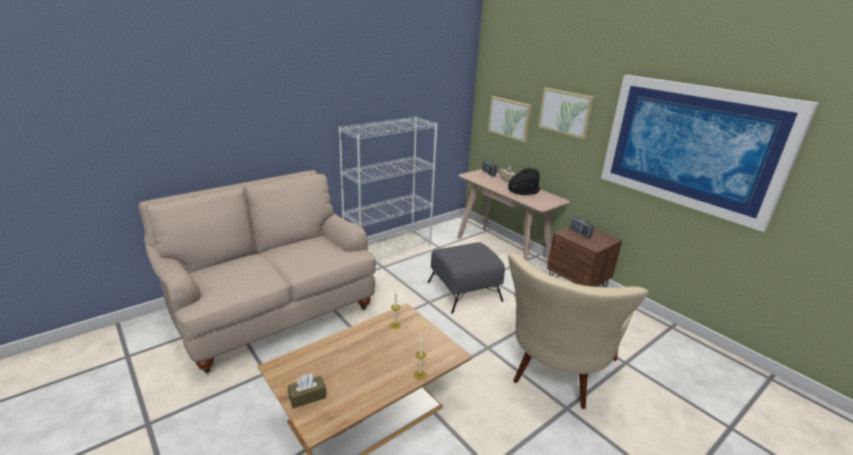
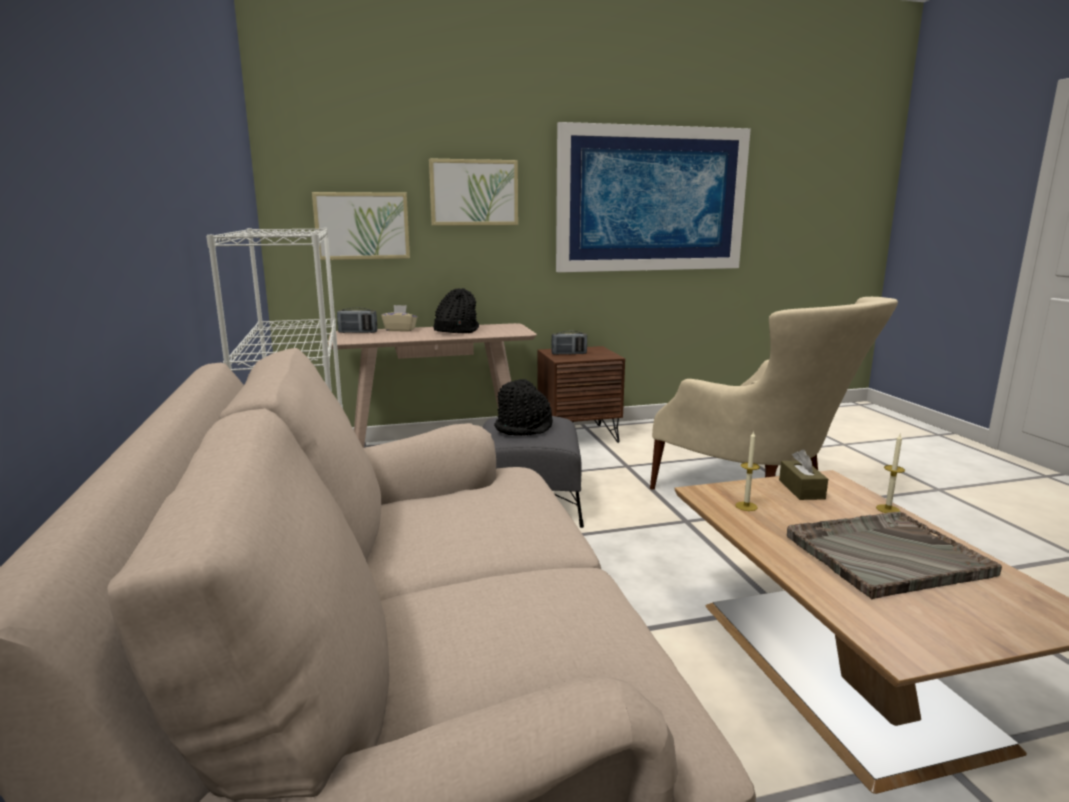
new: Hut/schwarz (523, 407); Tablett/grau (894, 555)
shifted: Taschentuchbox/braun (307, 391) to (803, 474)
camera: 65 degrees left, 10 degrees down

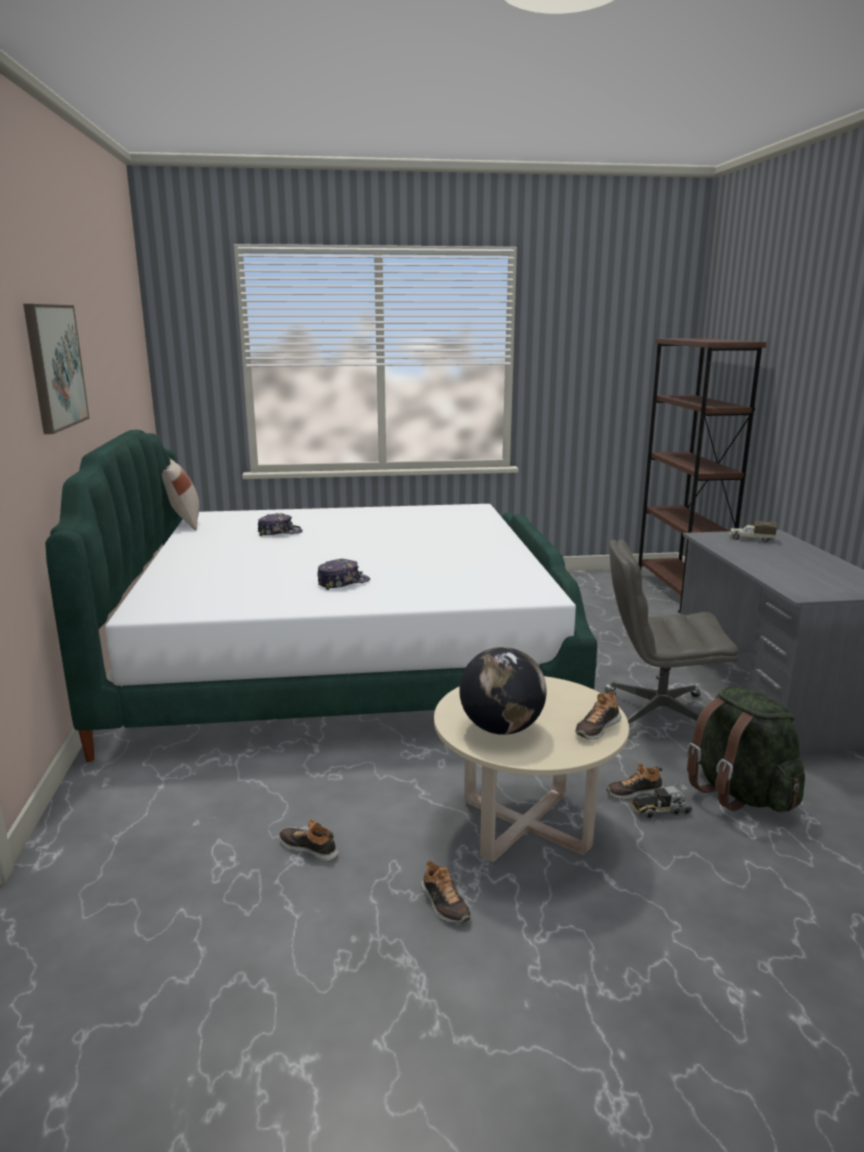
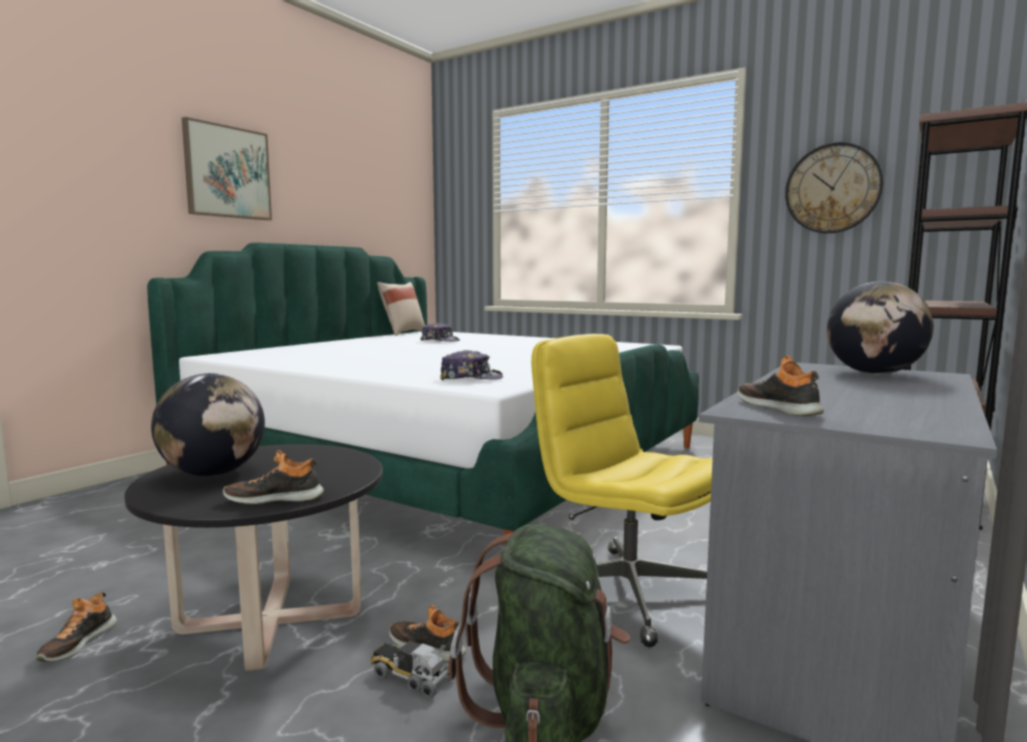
new: Wanduhr (834, 188)
shifted: Schuh (309, 840) to (780, 385); Kappe (343, 574) to (471, 365)
swapped: Spielzeuglaster (753, 531) to Globus (880, 327)
repainted: Couchtisch/beige (531, 769) to Couchtisch/schwarz (253, 557); Bürostuhl/grau (672, 631) to Bürostuhl/gelb (622, 490)
camera: 40 degrees right, 10 degrees down

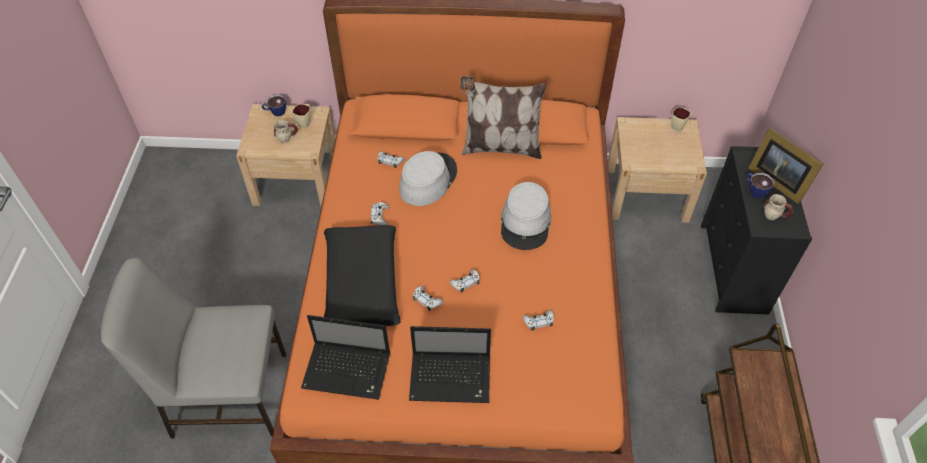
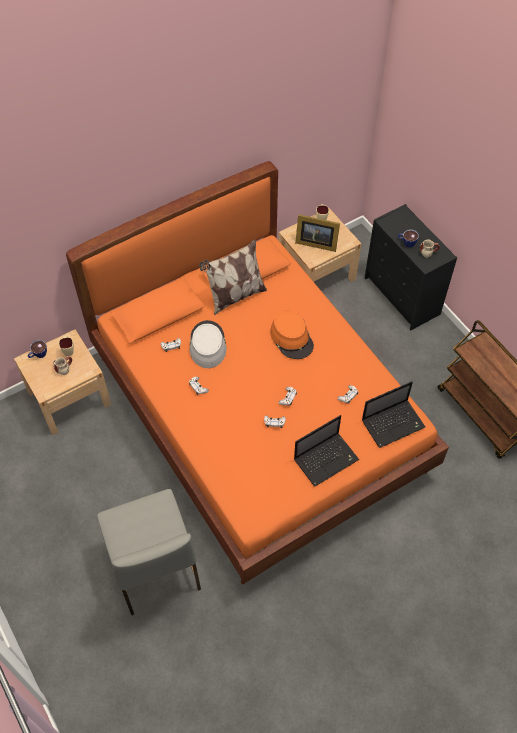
gone: Kissen/schwarz (362, 275)
shifted: Laptop (345, 357) to (393, 414); Bilderrahmen (785, 166) to (317, 233)
repainted: Hut/grau (526, 216) to Hut/orange (292, 334)
rotated: Stuhl/grau (193, 348) = (149, 552) 75 degrees counterclockwise
camera: 35 degrees left, 5 degrees up

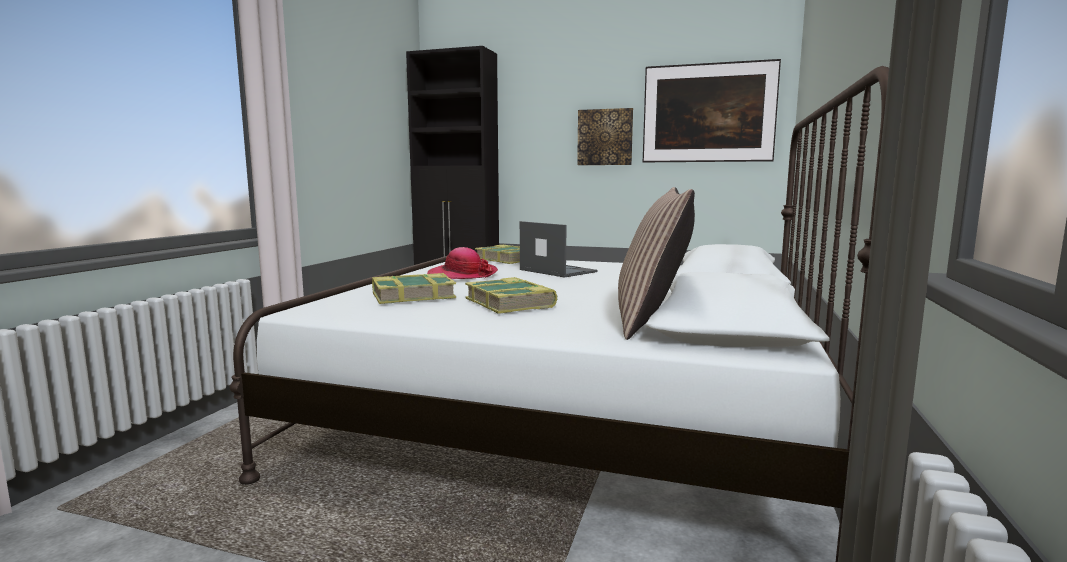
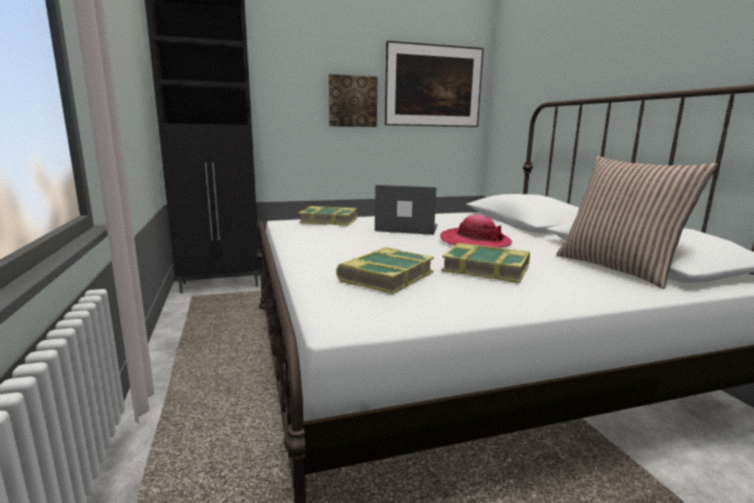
shifted: Hut (462, 263) to (476, 231)
camera: 35 degrees left, 5 degrees up

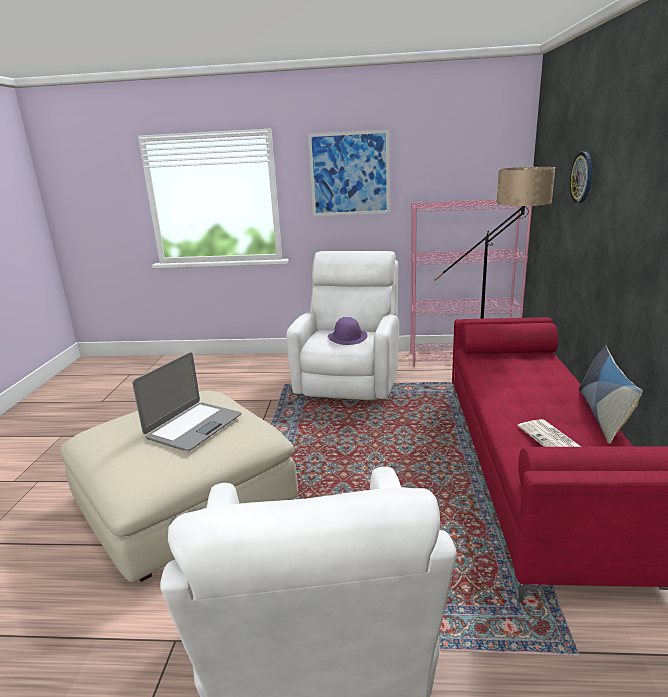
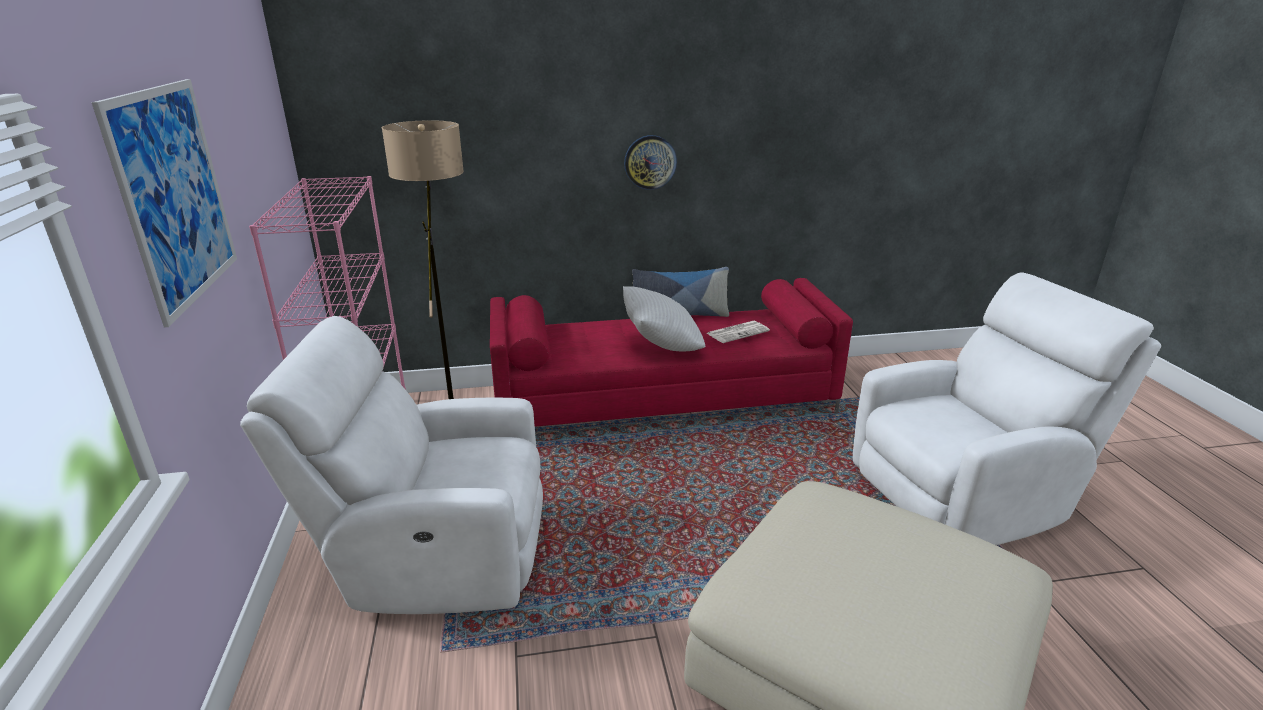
gone: Laptop (187, 401); Hut/lila (348, 331)
new: Kissen/weiß (664, 319)
shifted: Wanduhr (581, 177) to (650, 162)
camera: 105 degrees left, 5 degrees up

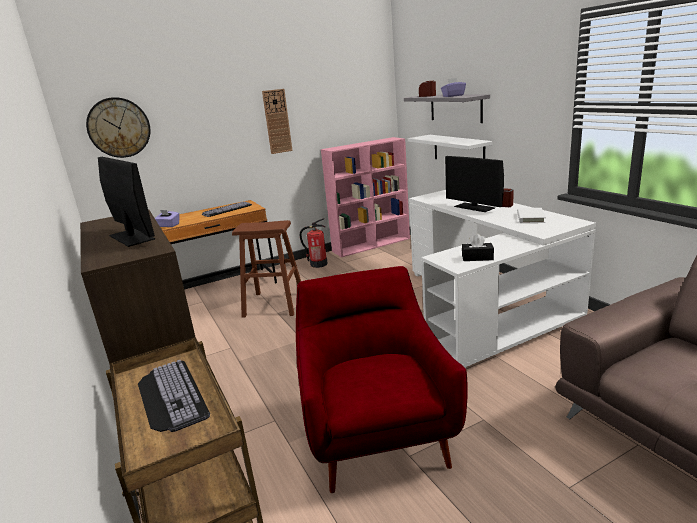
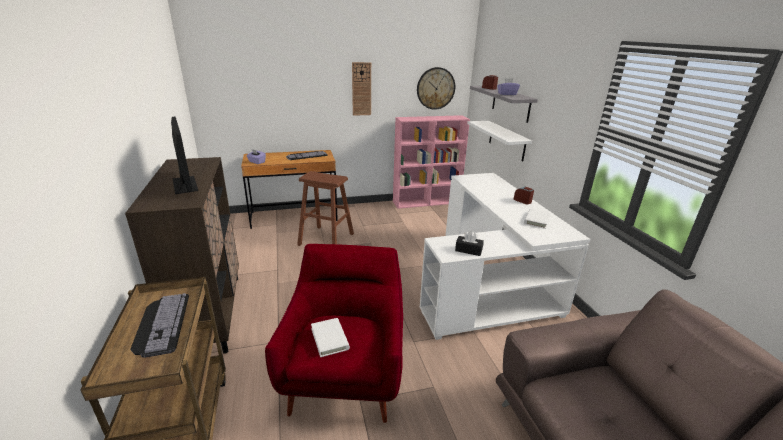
gone: Feuerlöscher (314, 243); Monitor (474, 184)
new: Buch/weiß (330, 337)
shifted: Wanduhr (118, 127) to (436, 88)
camera: 10 degrees right, 5 degrees up

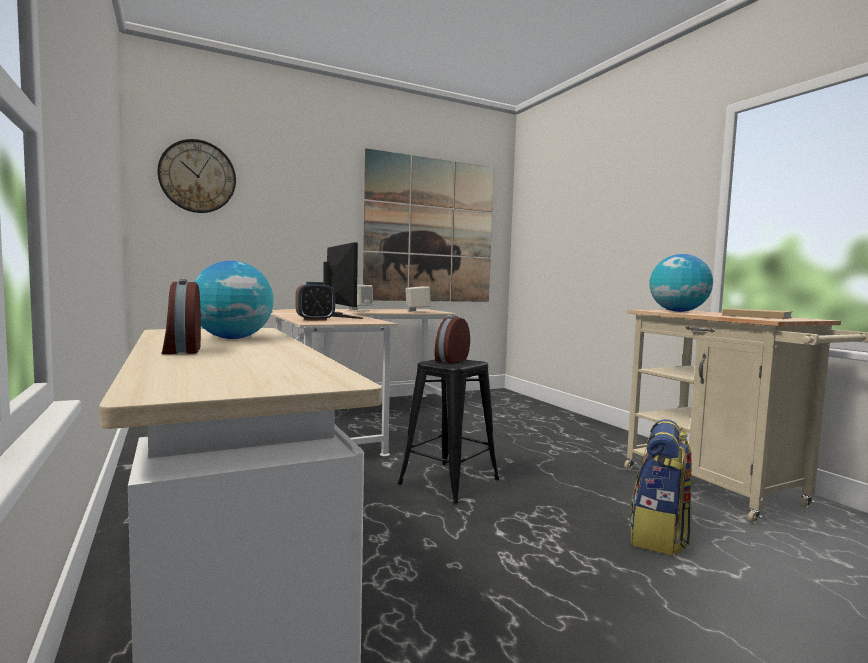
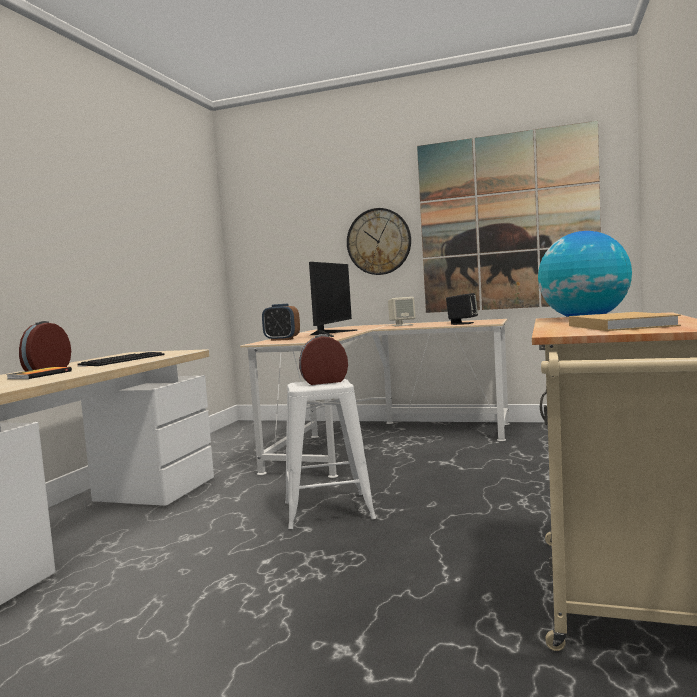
gone: Rucksack (660, 487)
new: Buch (39, 373)
shifted: Wanduhr (196, 176) to (379, 241)
swapped: Globus (234, 300) to Tastatur (121, 359)
repainted: Hocker/schwarz (448, 431) to Hocker/weiß (330, 454); Lautsprecher/beige (418, 299) to Lautsprecher/schwarz (462, 309)
camera: 45 degrees right, 0 degrees up

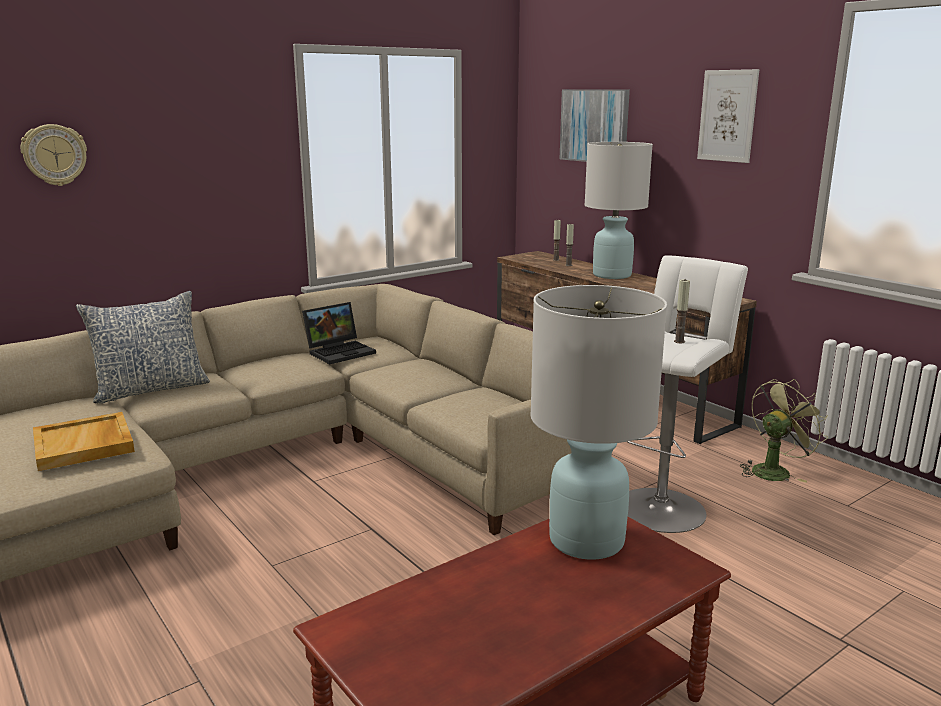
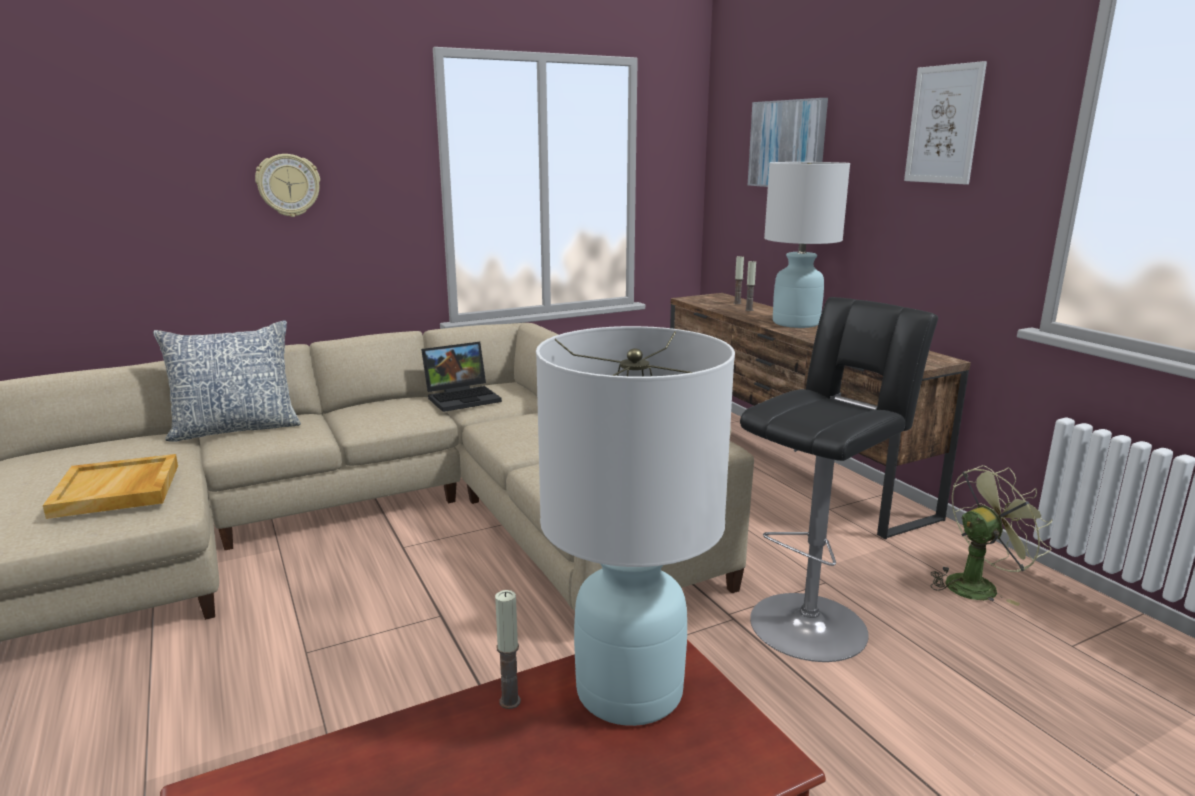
shifted: Wanduhr (54, 155) to (287, 185); Kerze (682, 311) to (508, 649)
repainted: Hocker/weiß (688, 394) to Hocker/schwarz (839, 479)
camera: 10 degrees right, 0 degrees up

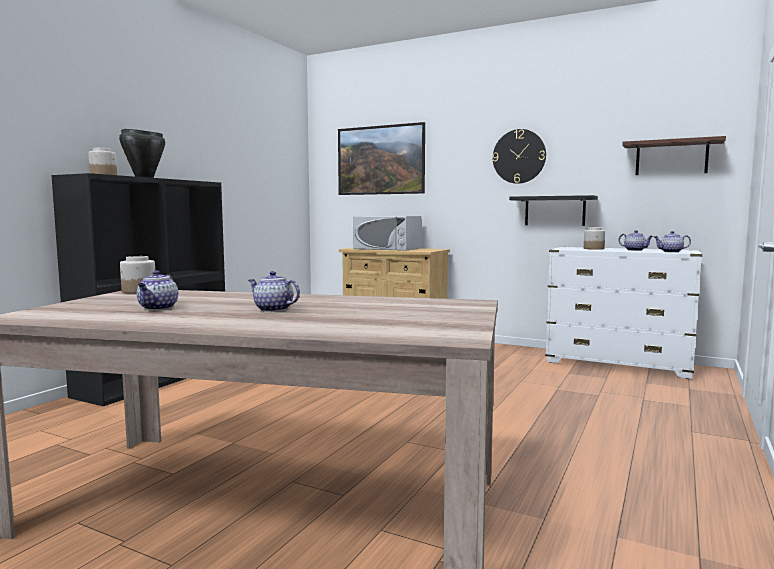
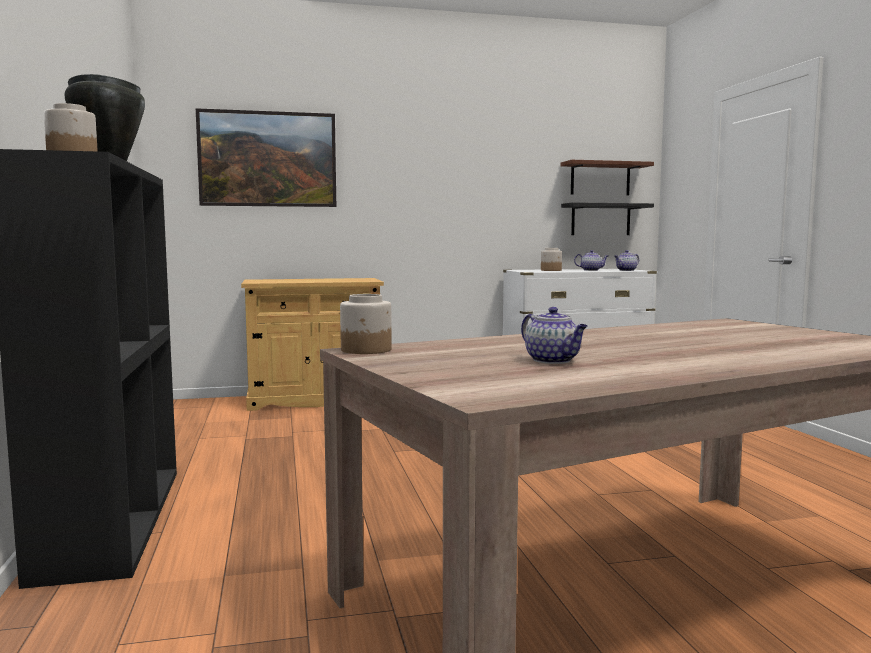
gone: Teekanne (274, 291); Mikrowelle/weiß (387, 233); Wanduhr (519, 156)
shifted: Wandregal/schwarz (553, 210) to (607, 218)
camera: 40 degrees left, 0 degrees up

